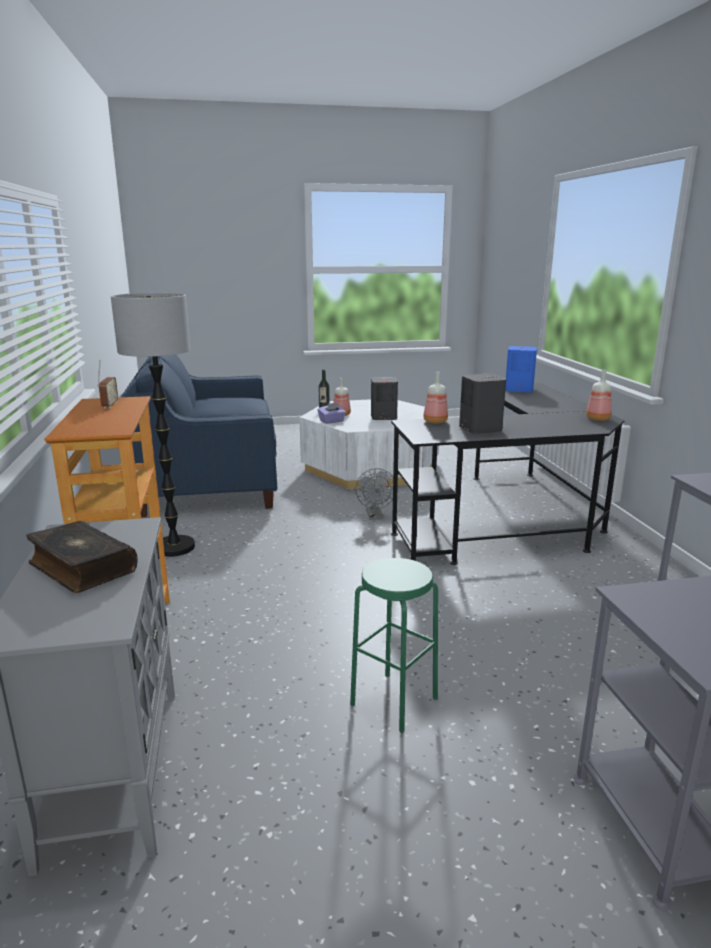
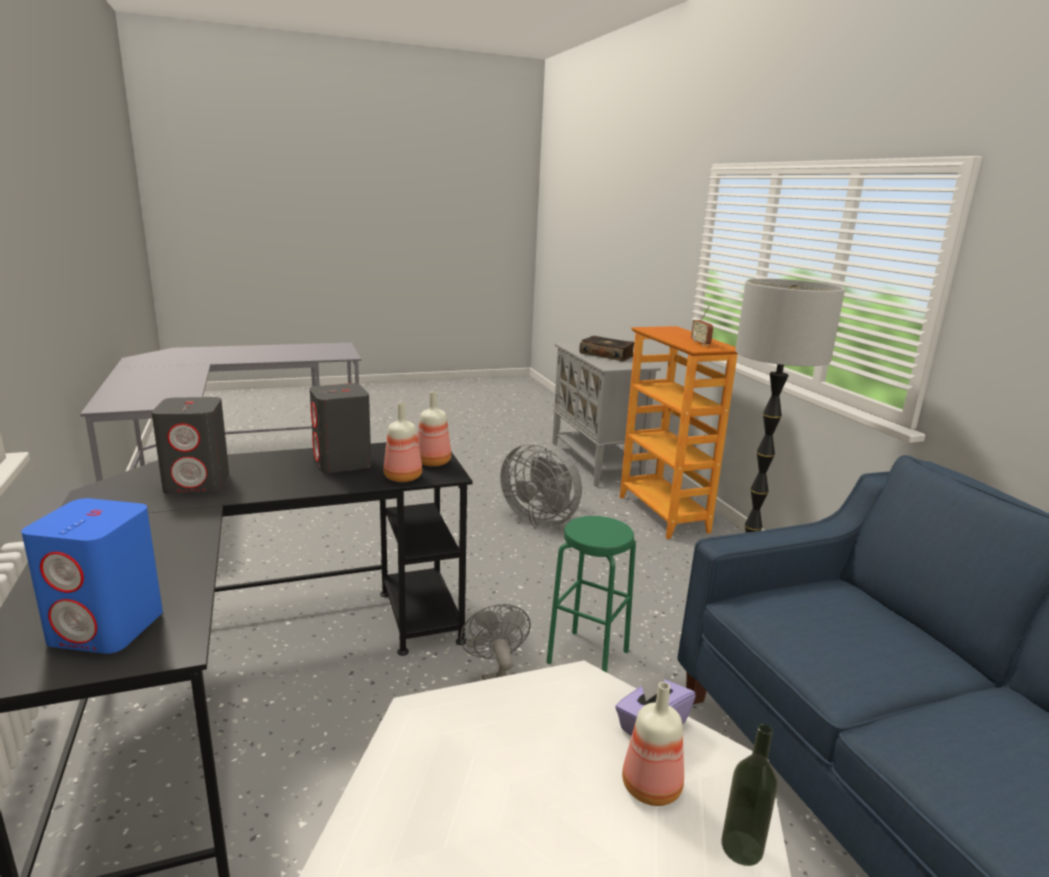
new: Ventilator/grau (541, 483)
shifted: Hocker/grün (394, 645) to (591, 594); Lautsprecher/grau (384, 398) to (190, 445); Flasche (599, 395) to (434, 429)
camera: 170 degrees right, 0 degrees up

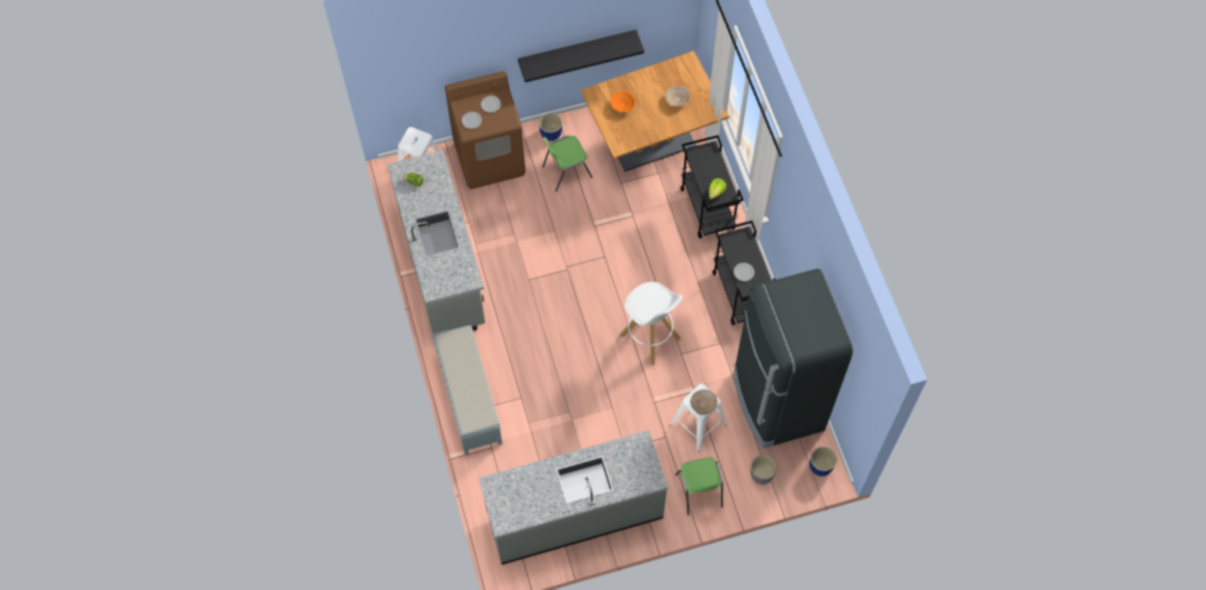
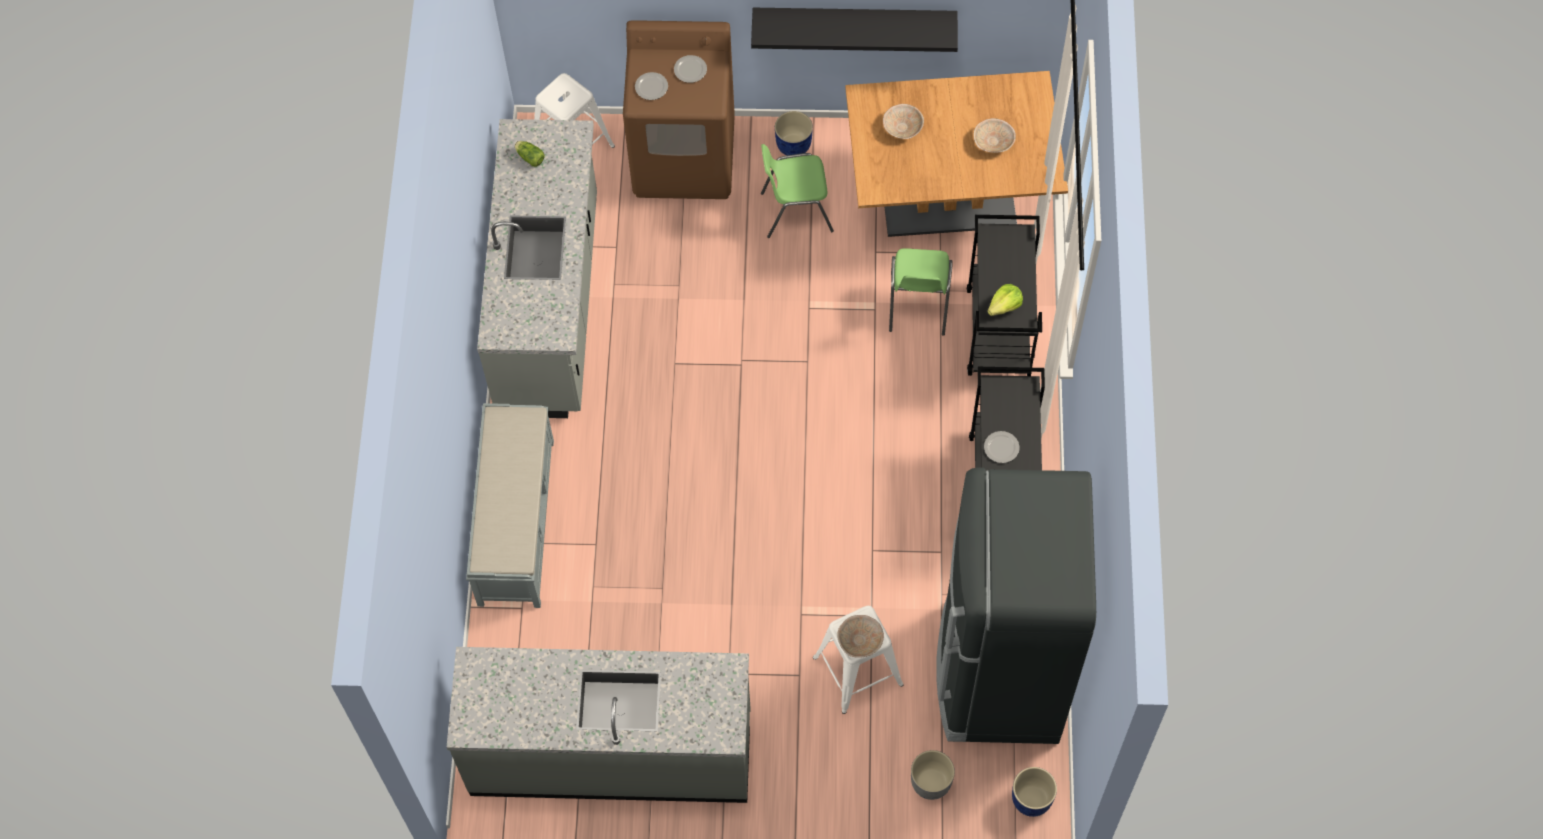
gone: Hocker/weiß (651, 323)
shifted: Stuhl/grün (699, 486) to (921, 292)
repainted: Schüssel/orange (622, 101) to Schüssel/beige (903, 121)
camera: 20 degrees right, 0 degrees up

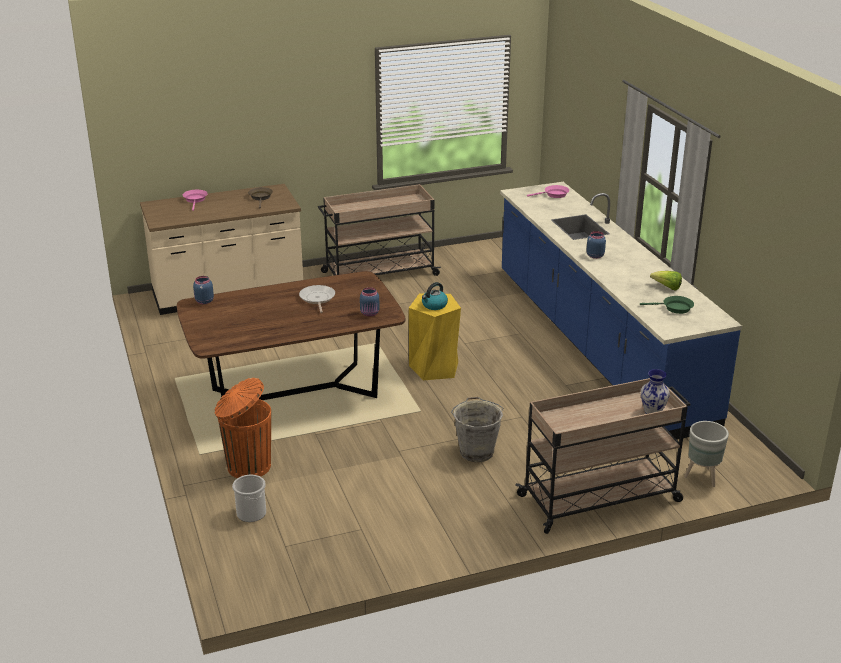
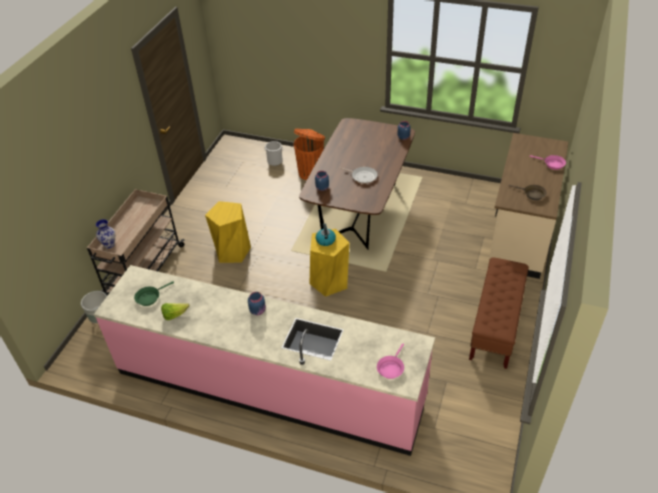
swapped: Rollwagen/beige (379, 230) to Bank/braun (499, 313); Eimer/grau (477, 429) to Hocker/gelb (228, 232)
repainted: Küchenzeile/blau (621, 311) to Küchenzeile/rosa (264, 360)
camera: 130 degrees right, 15 degrees up

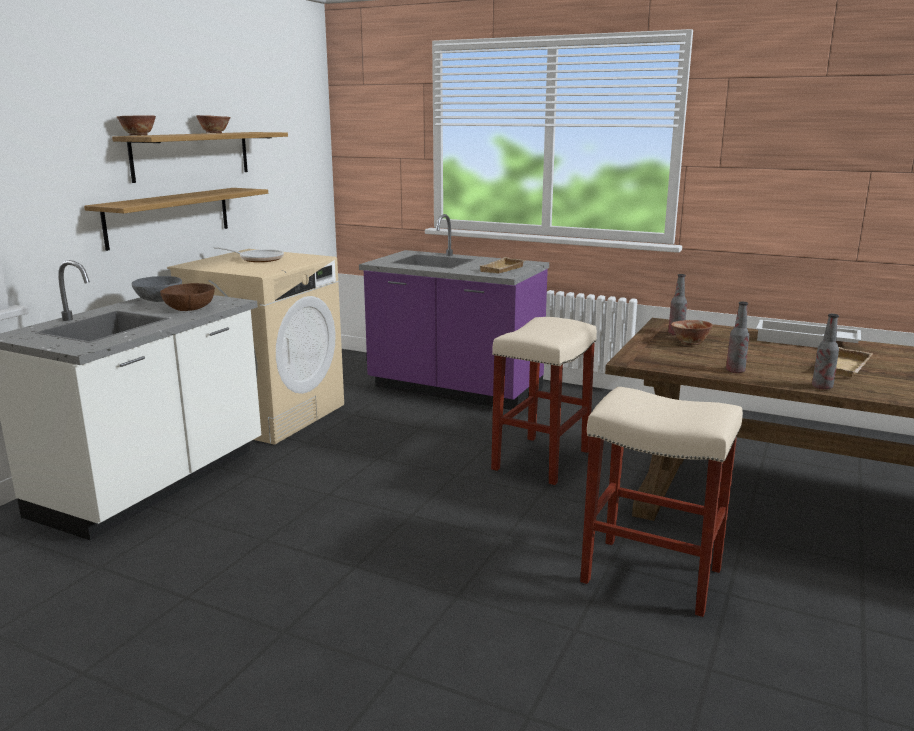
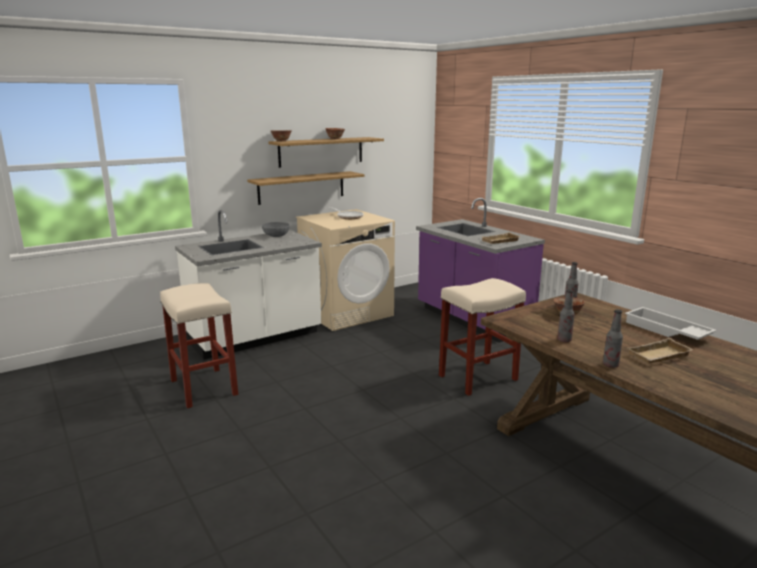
gone: Schüssel/braun (187, 297)
shifted: Hocker/beige (661, 502) to (199, 345)
camera: 30 degrees right, 0 degrees up

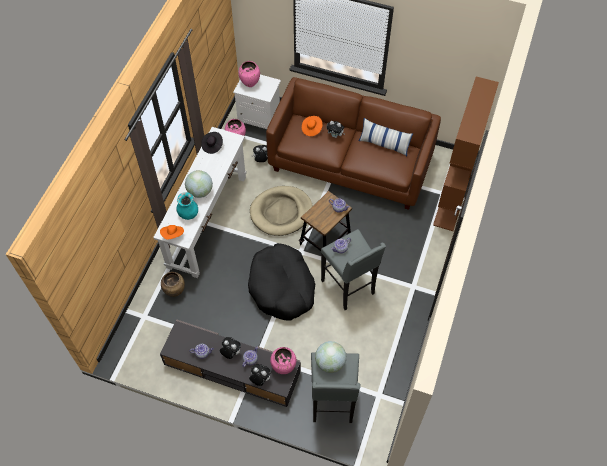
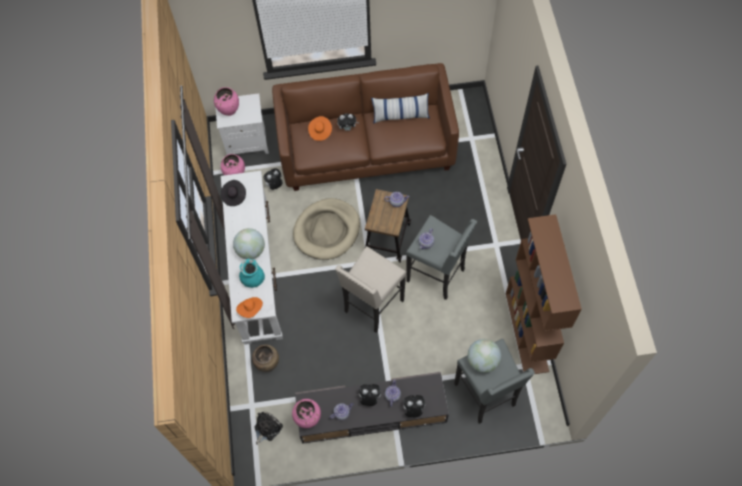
new: Plüschtier (268, 428)
shifted: Vase/rosa (283, 360) to (306, 413); Bücherregal/braun (466, 153) to (544, 294)
swapped: Hundebett/schwarz (281, 282) to Hocker/beige (370, 289)
camera: 25 degrees left, 5 degrees up

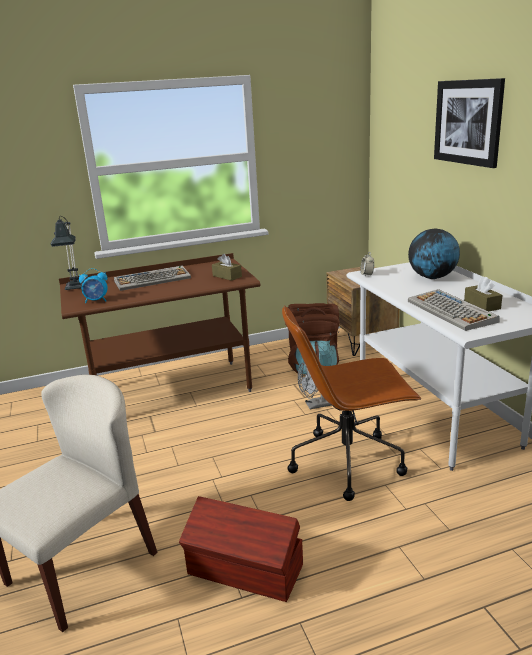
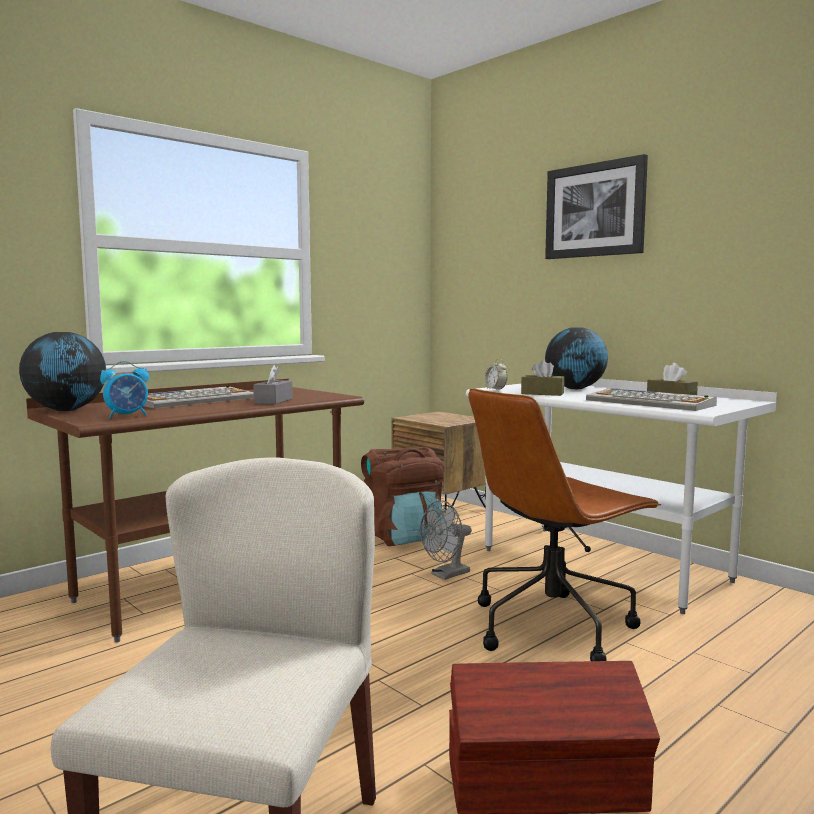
new: Taschentuchbox/grau (273, 384)
shifted: Taschentuchbox/braun (227, 267) to (542, 378)
swapped: Tischlampe (68, 253) to Globus (62, 371)
camera: 25 degrees left, 15 degrees down

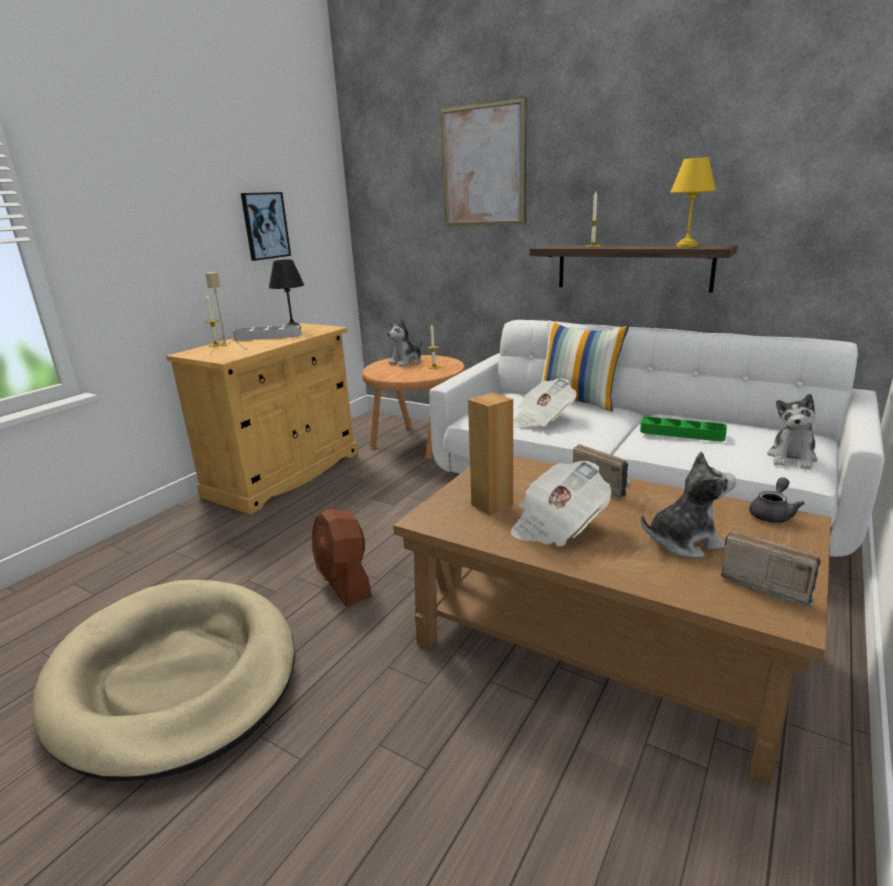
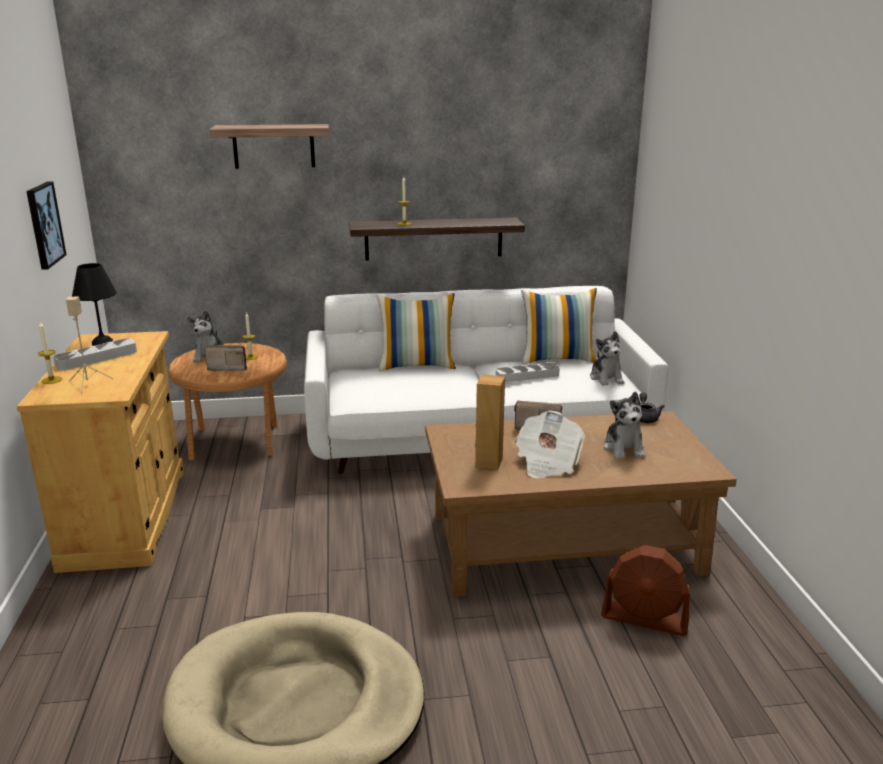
gone: Zeitung (545, 402); Tischlampe/gelb (693, 202)
new: Kissen (559, 326)
shifted: Ventilator/braun (342, 558) to (645, 590); Radio (771, 568) to (226, 358)
swapped: Bild (483, 161) to Wandregal (269, 146)
repainted: Tablett/grün (683, 429) to Tablett/grau (528, 372)
rotated: Plüschtier (688, 504) = (624, 425) 135 degrees clockwise
camera: 40 degrees left, 0 degrees up

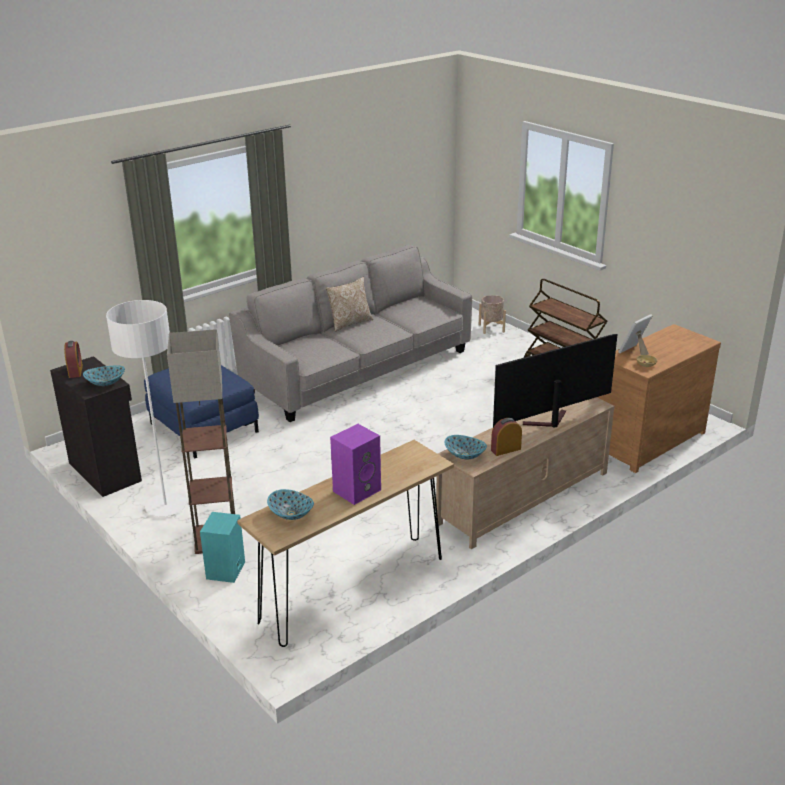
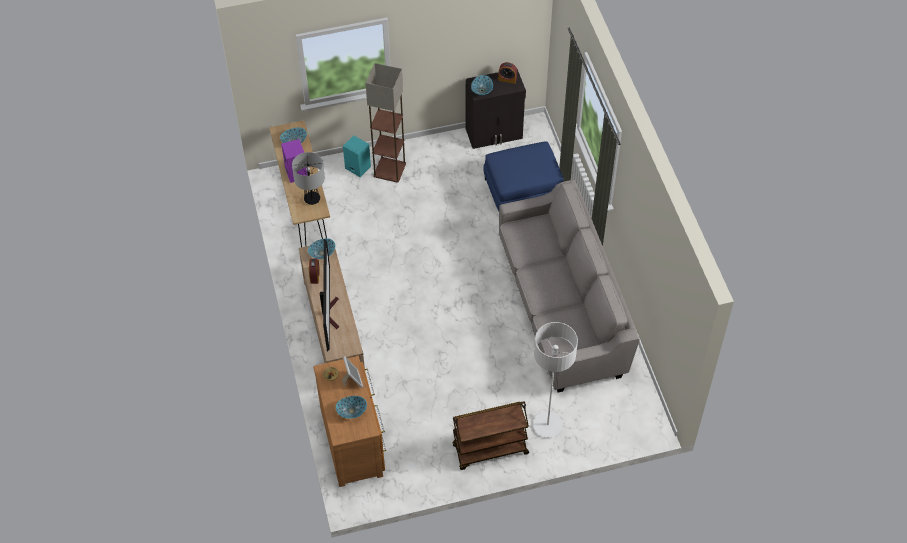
gone: Kissen (349, 304); Pflanzkübel/beige (492, 314)
new: Tischlampe (308, 178); Schüssel (351, 407)
shifted: Stehlampe/weiß (146, 408) to (555, 380)
camera: 115 degrees right, 25 degrees up

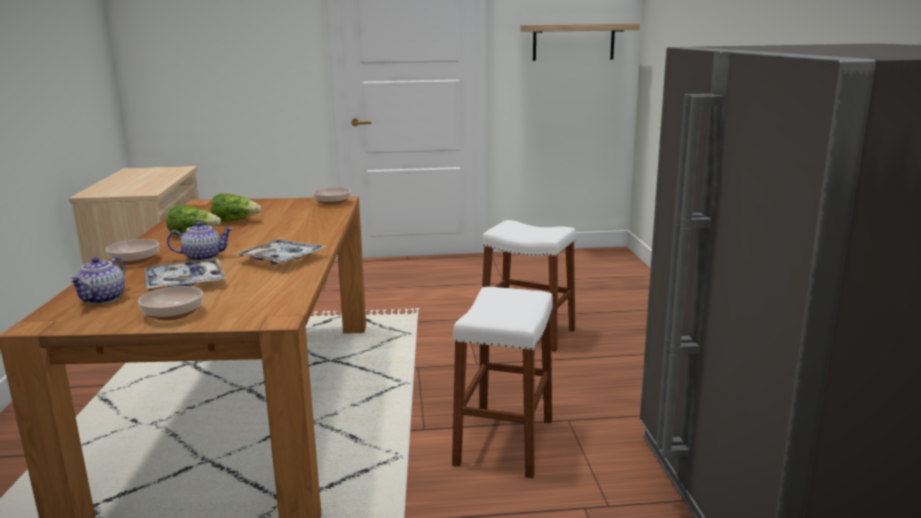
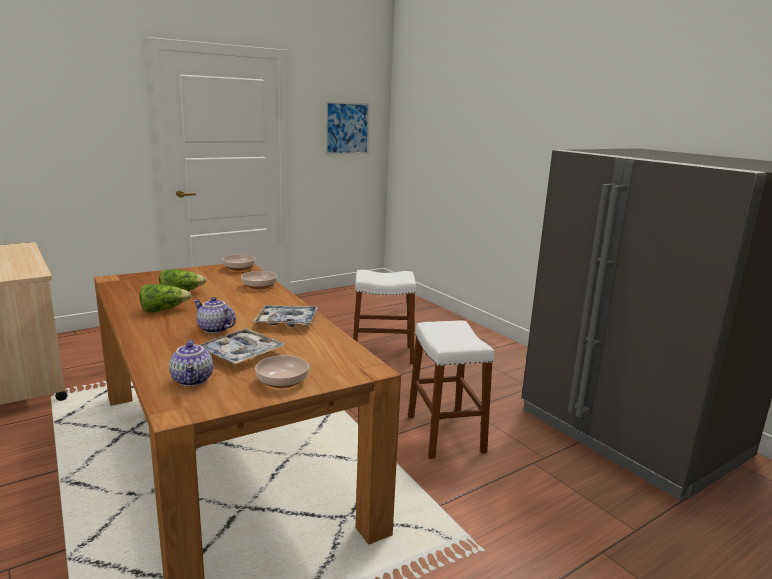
shifted: Schüssel (132, 252) to (259, 280)
swapped: Wandregal (580, 42) to Bild (347, 128)
rotated: Teekanne (200, 241) = (215, 315) 105 degrees counterclockwise
camera: 30 degrees left, 0 degrees up

